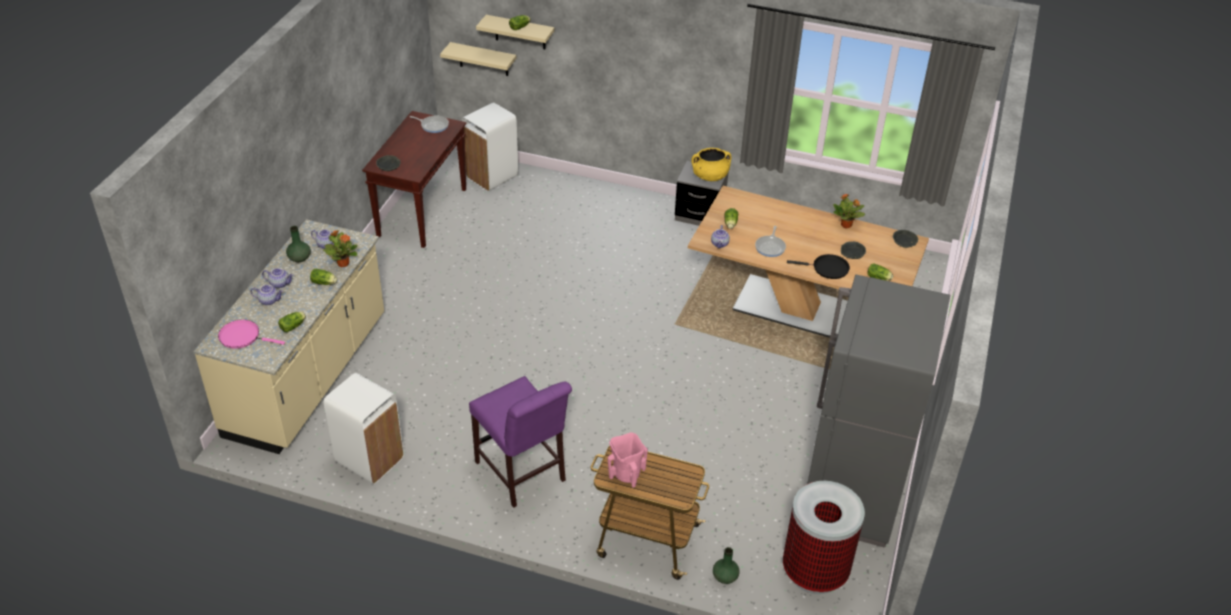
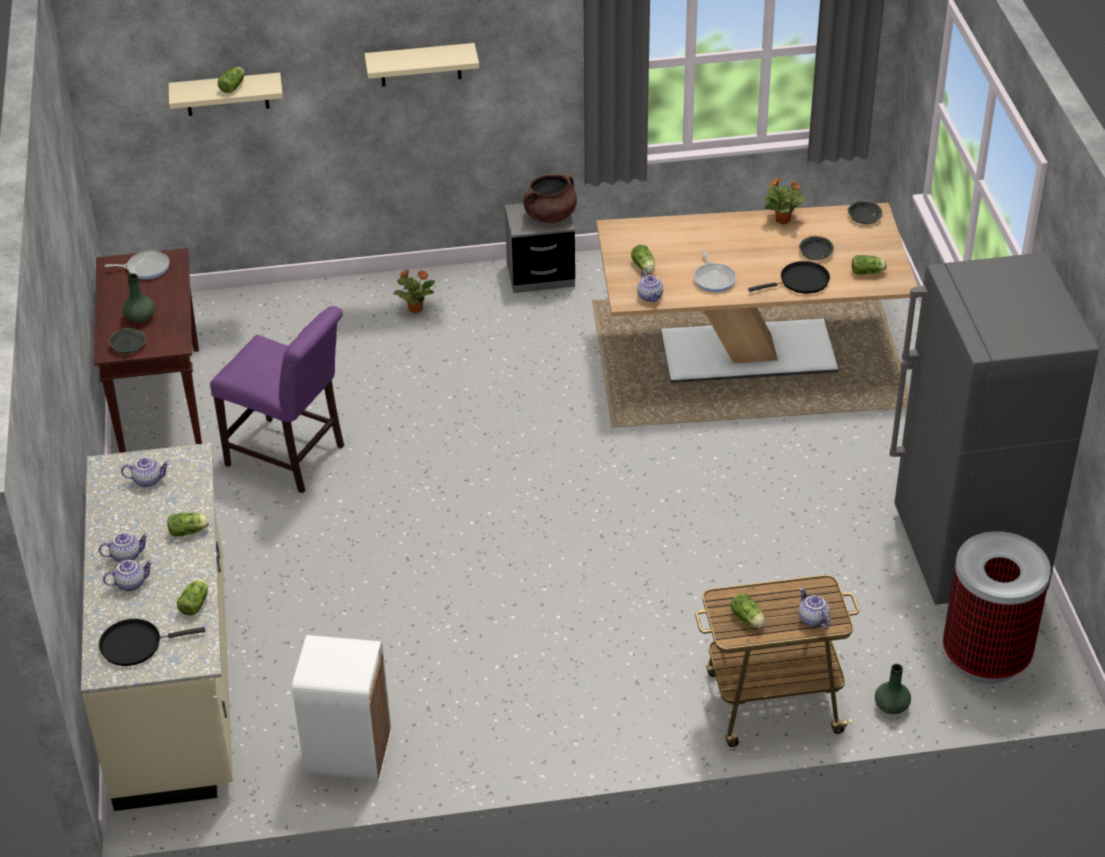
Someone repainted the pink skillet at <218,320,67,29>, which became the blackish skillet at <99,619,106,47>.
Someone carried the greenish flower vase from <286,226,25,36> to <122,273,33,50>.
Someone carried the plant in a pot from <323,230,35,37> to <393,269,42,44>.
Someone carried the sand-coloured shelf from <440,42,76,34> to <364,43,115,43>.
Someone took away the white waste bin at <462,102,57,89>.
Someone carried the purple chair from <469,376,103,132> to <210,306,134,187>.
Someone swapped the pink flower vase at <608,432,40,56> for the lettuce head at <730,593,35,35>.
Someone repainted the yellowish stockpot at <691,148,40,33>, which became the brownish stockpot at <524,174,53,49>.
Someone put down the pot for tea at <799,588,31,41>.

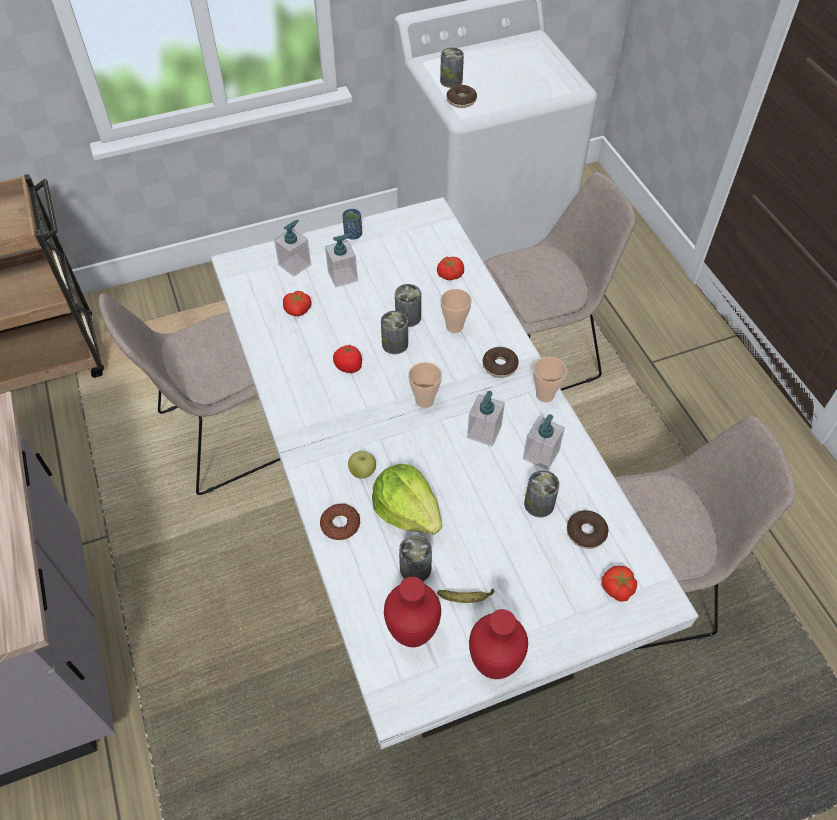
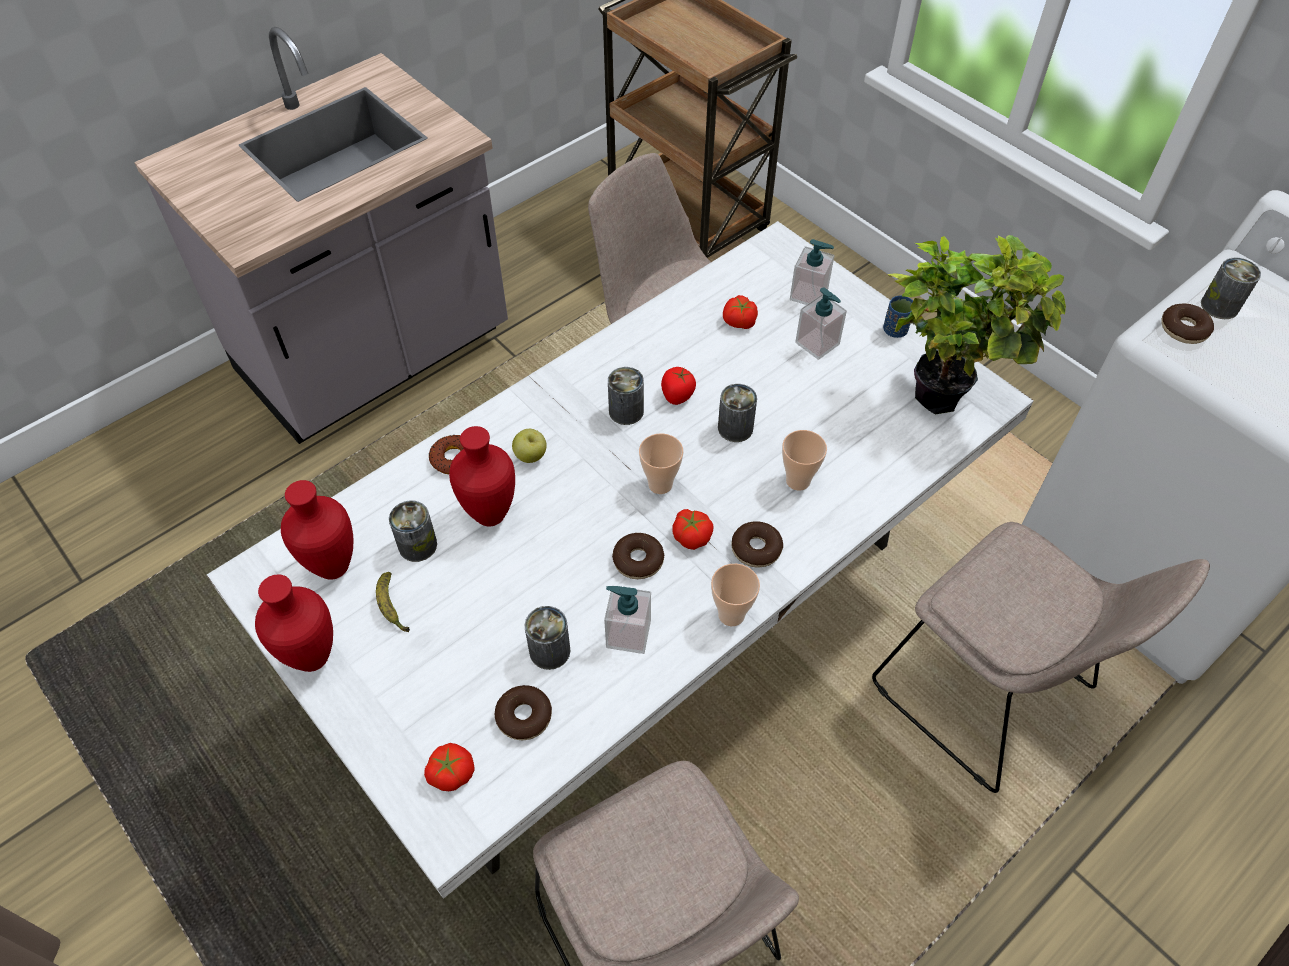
Someone swapped the lettuce head at <372,464,71,71> for the reddish flower vase at <449,426,66,100>.
Someone carried the sealed can from <395,284,26,43> to <608,367,36,58>.
Someone carried the whole tomato from <437,257,27,23> to <672,509,42,41>.
Someone swapped the soap dispenser at <467,391,38,55> for the doughnut at <612,533,52,46>.
Someone put down the plant in a pot at <887,235,179,180>.

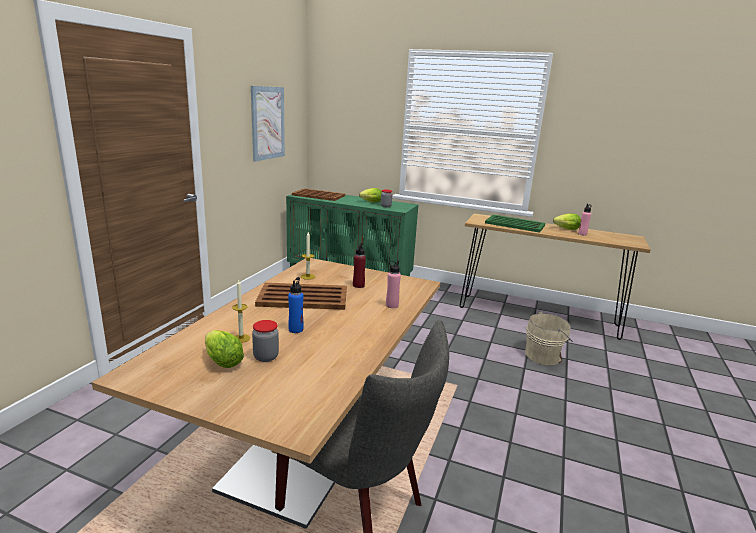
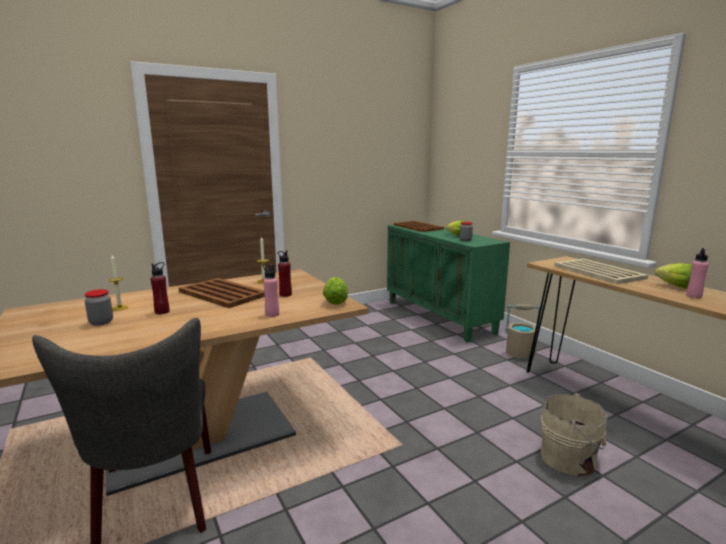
Someone carried the lettuce head from <205,330,39,38> to <323,277,25,28>.
Someone took away the wall picture at <251,86,34,75>.
Someone repainted the blue-coloured beverage bottle at <288,277,16,56>, which became the reddish beverage bottle at <151,262,18,52>.
Someone repainted the greenish serving tray at <485,215,60,18>, which became the sand-coloured serving tray at <554,259,94,25>.
Someone put down the sand-coloured water bucket at <505,304,35,55>.

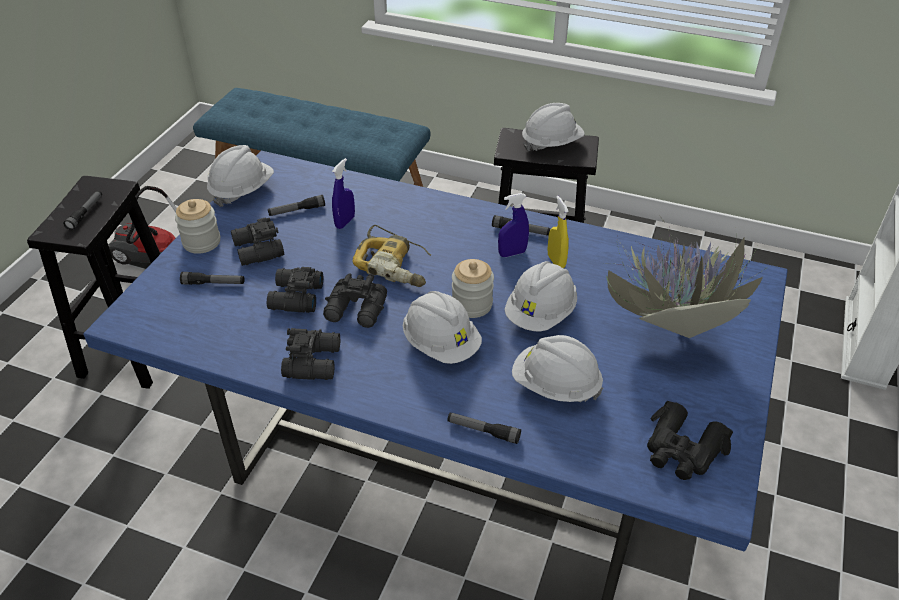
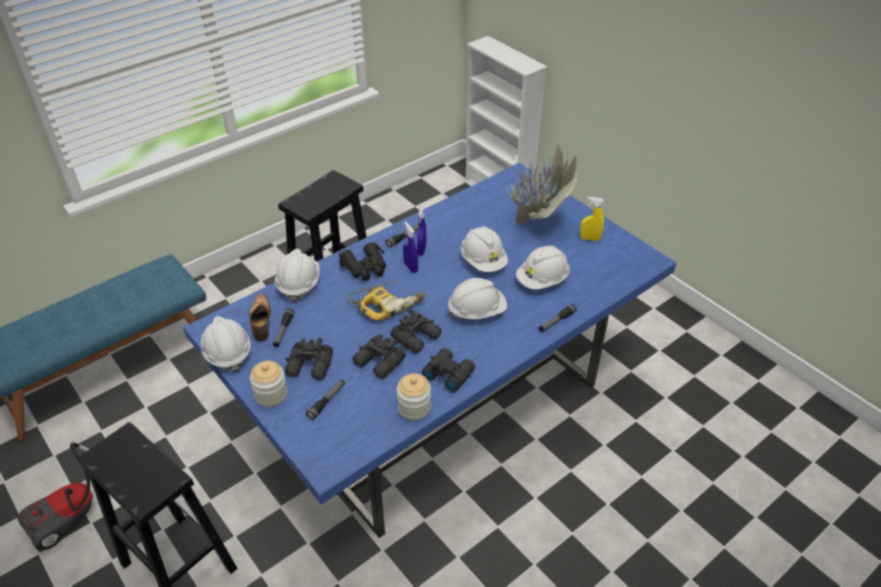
Someone took away the hand torch at <63,191,39,39>.
Someone carried the blue-coloured spray bottle from <332,158,23,71> to <403,222,15,51>.
Someone carried the storage jar from <452,259,42,59> to <397,373,34,48>.
Someone carried the white work helmet from <522,103,63,48> to <275,249,45,53>.
Someone carried the yellowish spray bottle from <548,196,21,72> to <580,197,24,44>.
Someone carried the blackish field glasses from <647,401,86,79> to <338,242,48,39>.
Someone put down the low shoe at <249,293,22,48>.

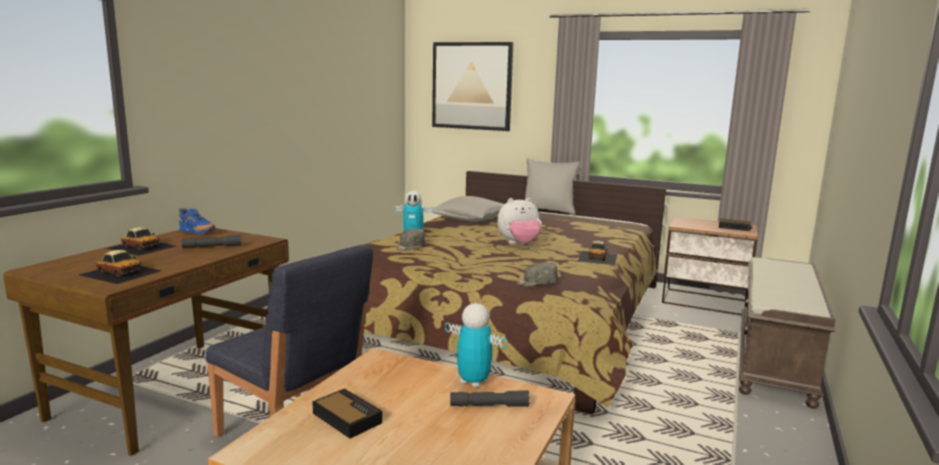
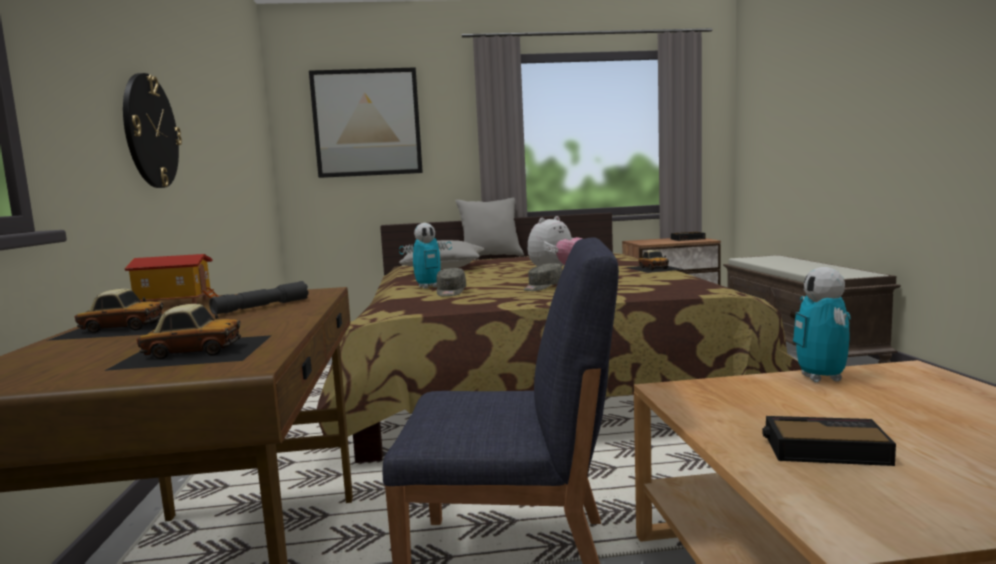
Someone swapped the blue-coloured low shoe at <179,208,36,26> for the model house at <124,254,94,50>.
Someone rotated the robot figure at <445,303,62,85> by 90 degrees counterclockwise.
Someone took away the greyish hand torch at <450,390,80,17>.
Someone carried the greyish peaked cap from <516,262,42,24> to <523,263,39,28>.
Someone put up the wall clock at <123,73,59,115>.

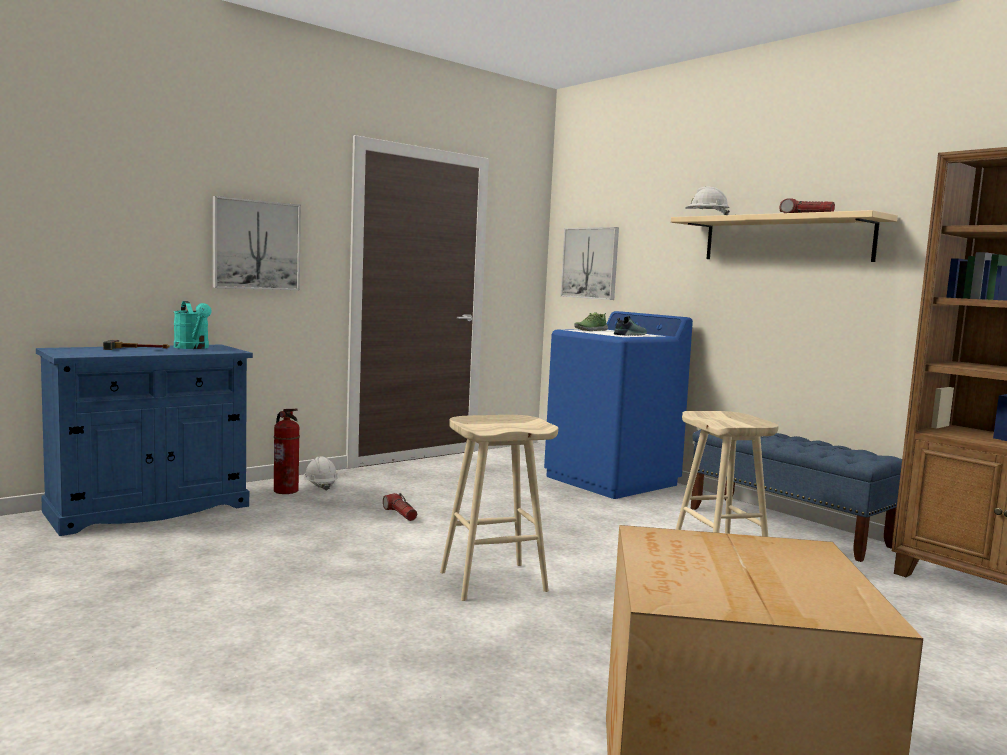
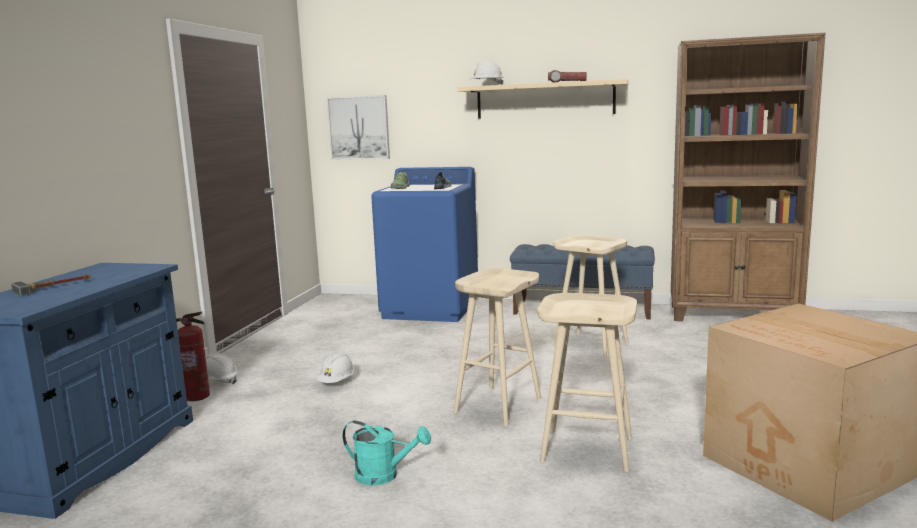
Someone carried the turquoise watering pot from <174,301,38,48> to <342,421,89,65>.
Someone took away the wall picture at <213,196,88,94>.
Someone swapped the hand torch at <383,493,34,28> for the white work helmet at <316,353,39,30>.
Someone put down the sand-coloured stool seat at <537,293,100,179>.

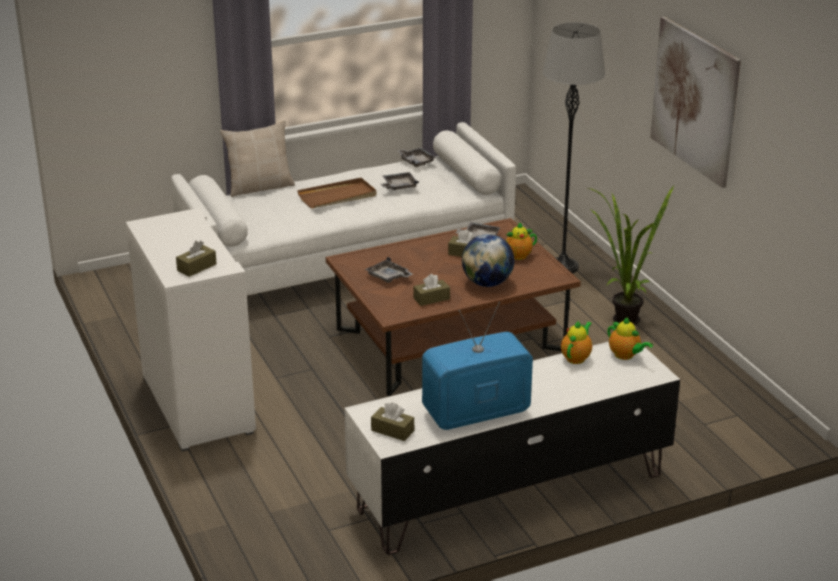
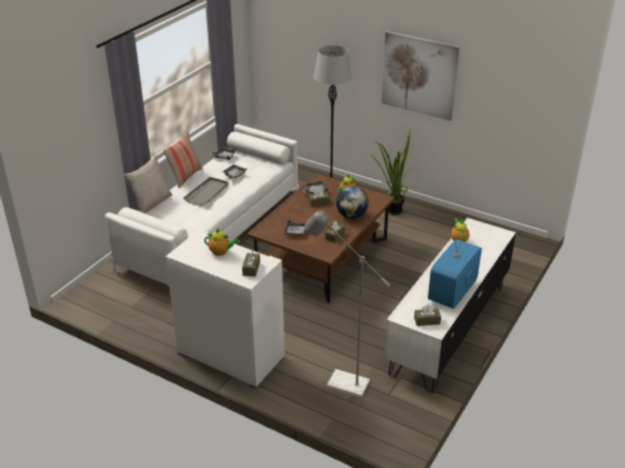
Someone repainted the brownish serving tray at <297,178,80,30>, which became the greyish serving tray at <183,177,46,29>.
Someone carried the pot for tea from <607,317,46,43> to <204,228,36,28>.
Someone put down the cushion at <163,132,40,56>.
Someone put down the greyish standing lamp at <305,211,85,187>.

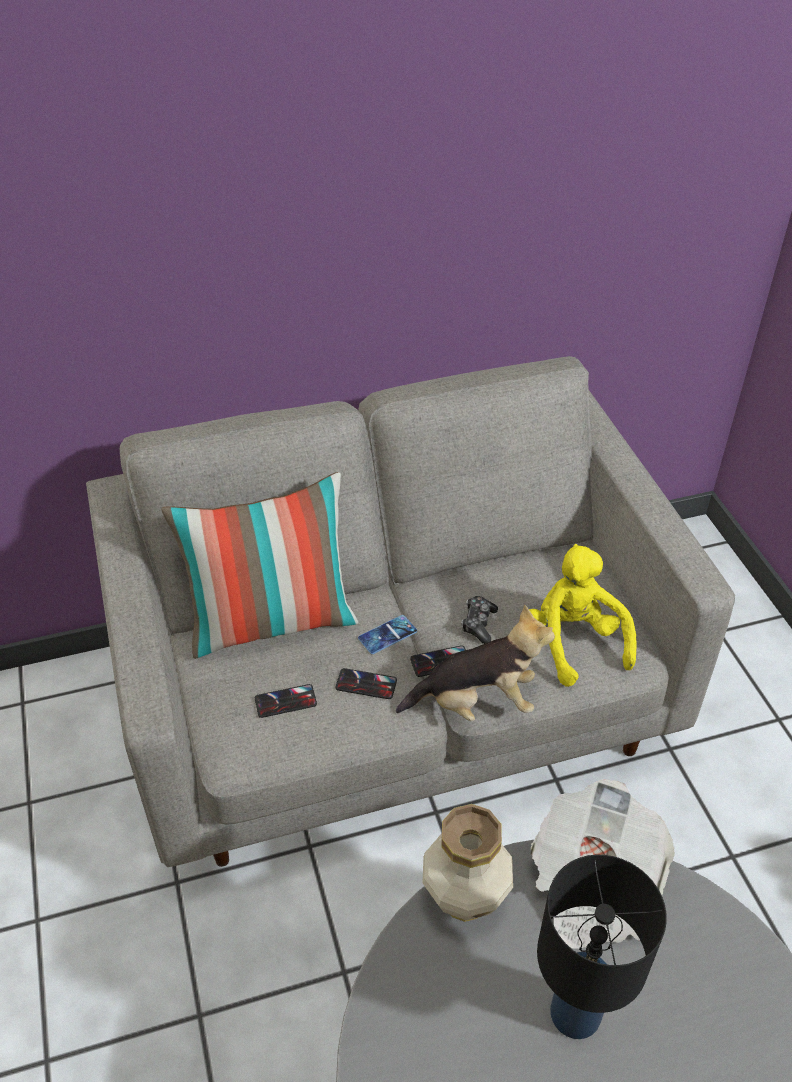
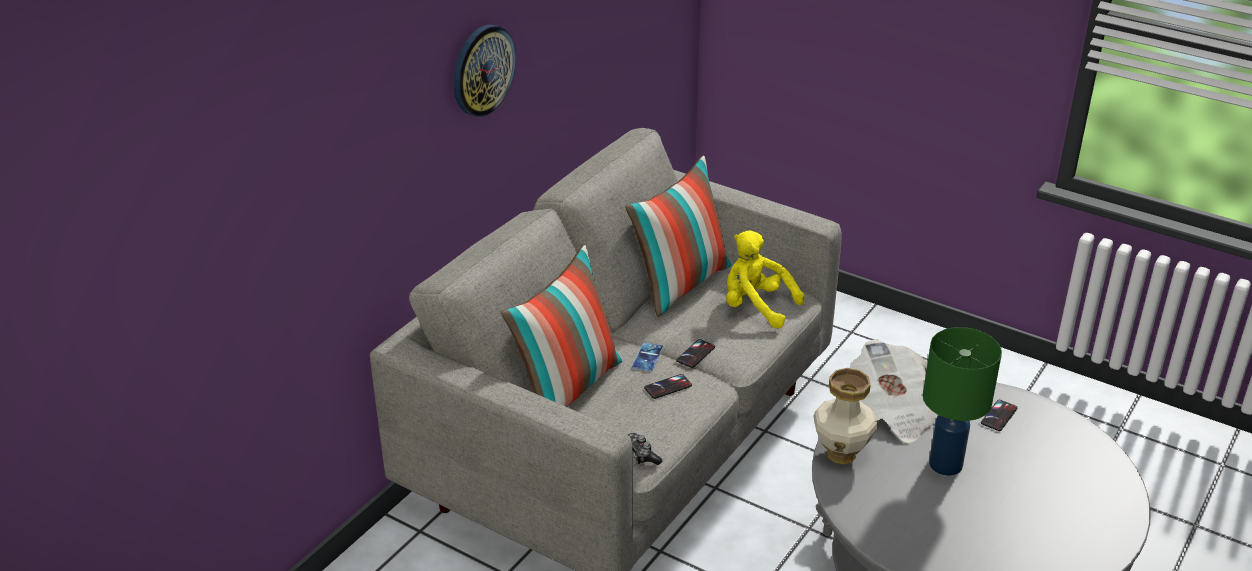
Someone carried the handset from <255,684,62,34> to <981,400,37,31>.
Someone took away the plush toy at <396,605,159,116>.
Someone carried the game controller from <461,596,37,48> to <628,433,34,32>.
Someone repainted the blackish tabletop lamp at <537,855,130,184>, which became the greenish tabletop lamp at <923,327,79,149>.
Someone put up the wall clock at <453,25,63,92>.
Someone put down the cushion at <625,156,107,161>.

